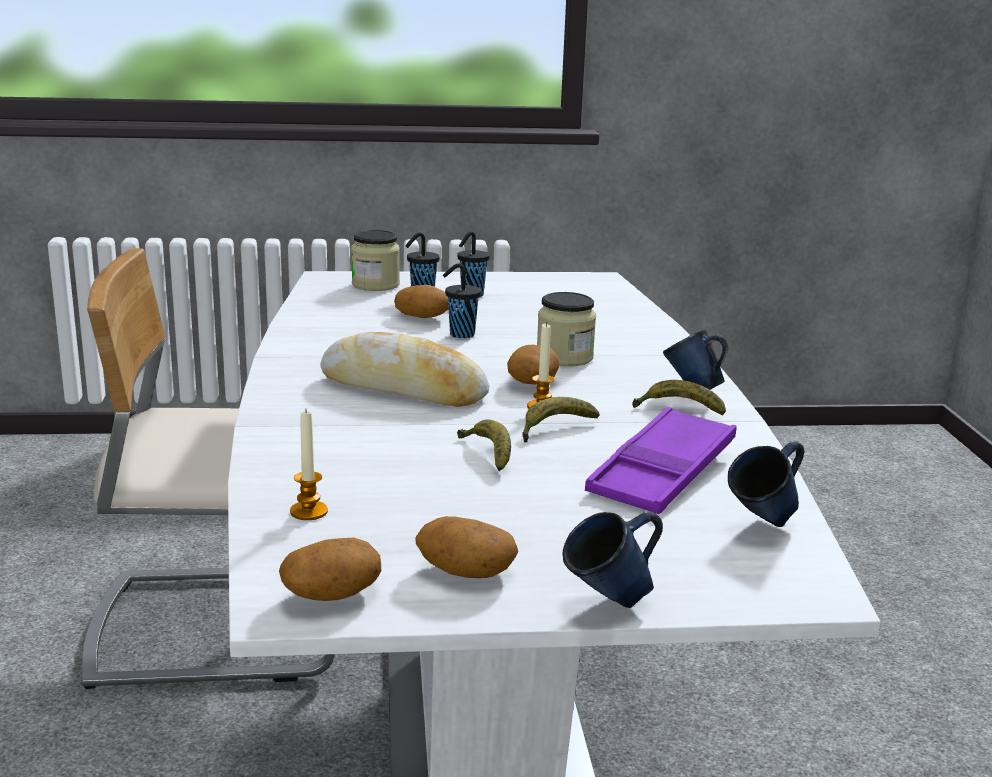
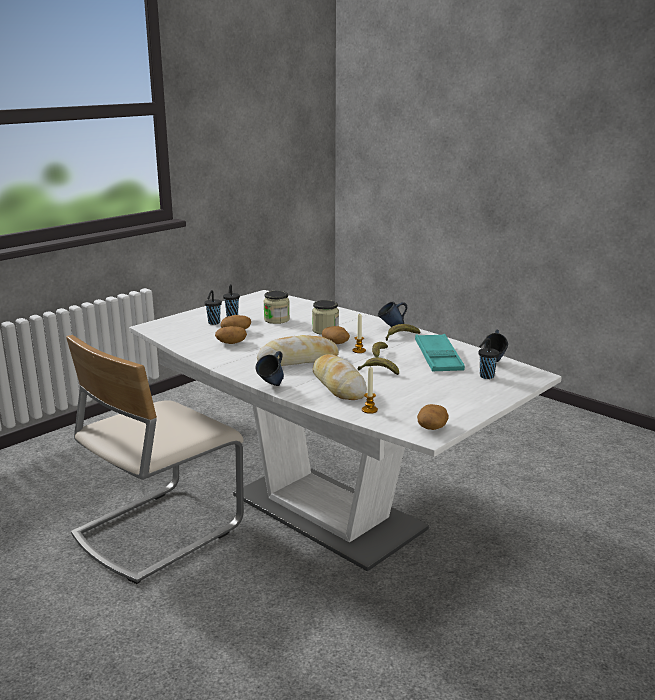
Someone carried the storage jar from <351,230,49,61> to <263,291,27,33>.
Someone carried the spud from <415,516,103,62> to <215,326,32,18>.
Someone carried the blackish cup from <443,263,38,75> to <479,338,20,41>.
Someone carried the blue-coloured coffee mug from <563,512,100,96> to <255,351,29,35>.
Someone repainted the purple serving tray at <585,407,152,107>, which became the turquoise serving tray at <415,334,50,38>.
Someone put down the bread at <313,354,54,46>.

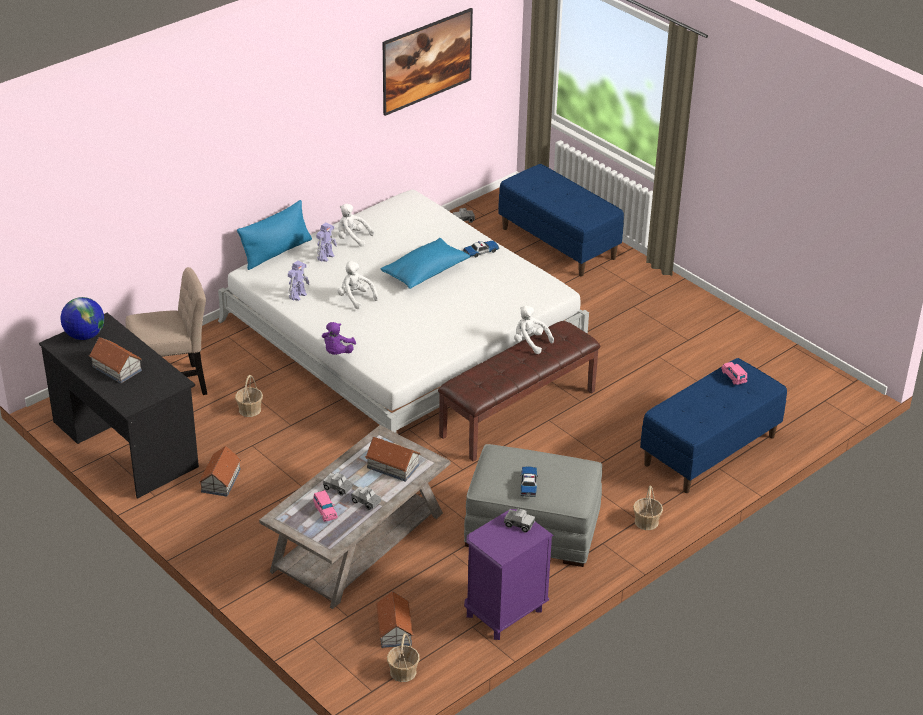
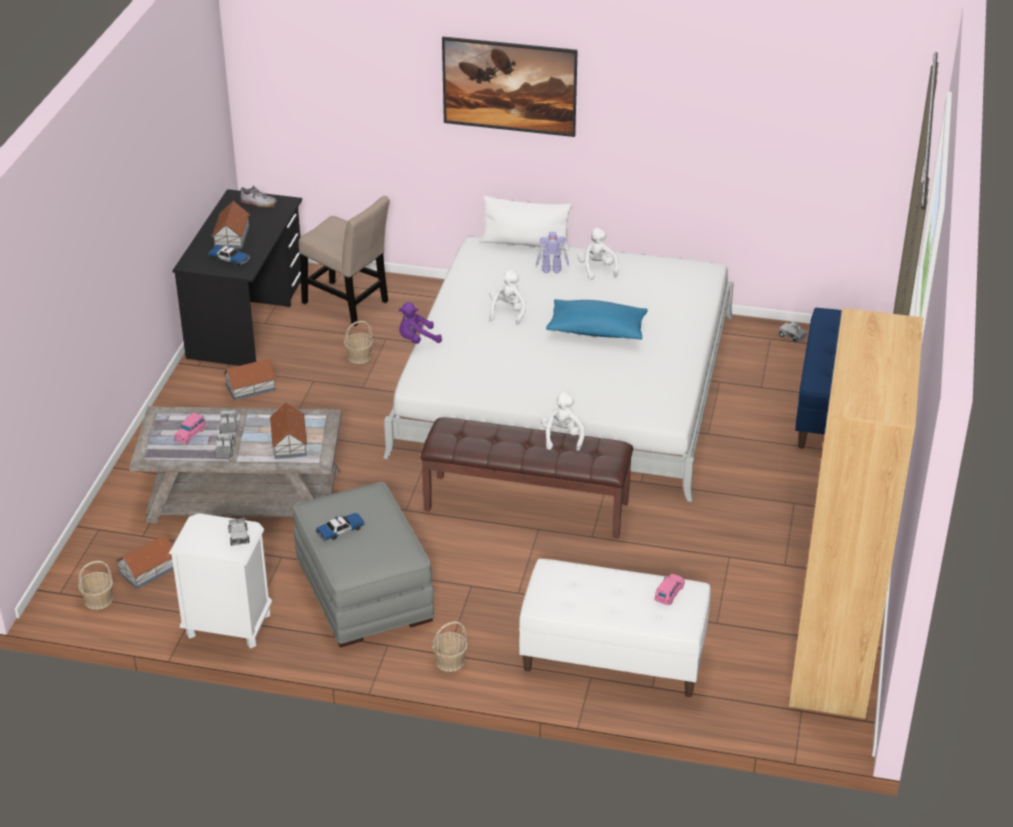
Someone swapped the world globe at <61,297,43,43> for the low shoe at <240,186,38,22>.
Someone repainted the blue-coloured cushion at <237,200,75,70>, which became the white cushion at <481,196,91,55>.
Someone took away the robot figure at <288,261,21,40>.
Someone carried the wall picture from <383,8,90,108> to <442,36,136,101>.
Someone carried the toy car from <463,241,37,16> to <208,245,42,21>.
Someone repainted the purple night table at <464,509,89,131>, which became the white night table at <169,513,103,136>.
Someone repainted the blue-coloured bench at <640,358,147,135>, which became the white bench at <519,559,192,138>.
Someone put down the brownish shelving unit at <789,308,134,411>.

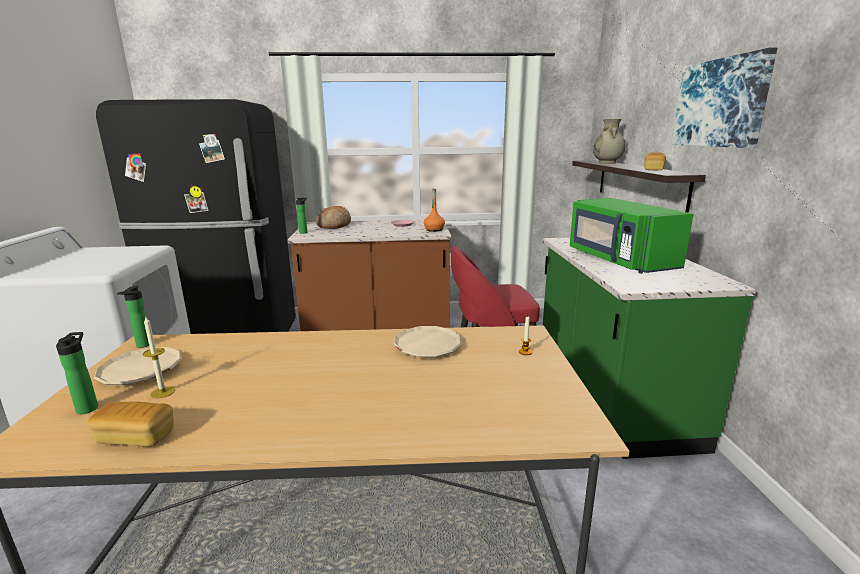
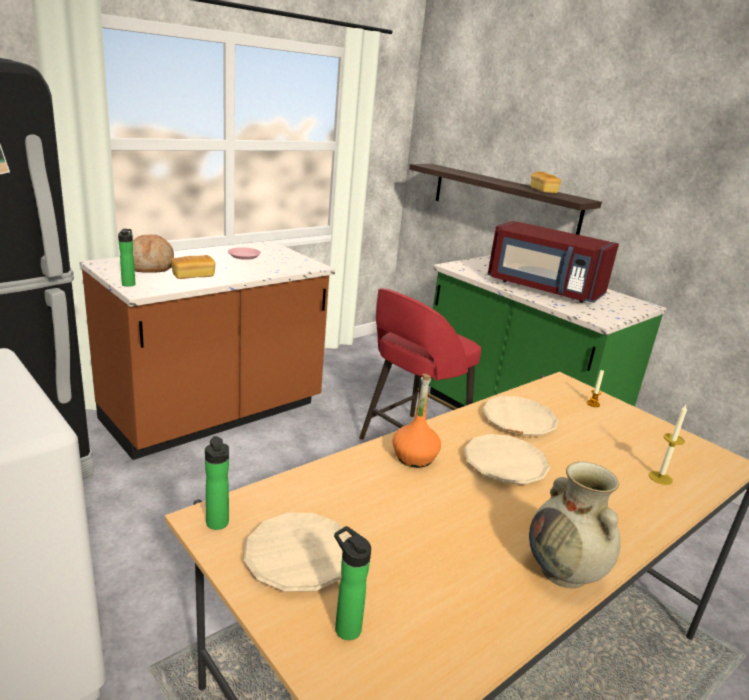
Someone carried the bread from <88,401,86,46> to <171,255,44,24>.
Someone carried the wax candle from <143,317,32,82> to <649,405,38,80>.
Someone carried the orange beverage bottle from <424,189,21,43> to <392,374,49,94>.
Someone repainted the greenish microwave at <570,198,124,76>, which became the reddish microwave at <487,221,132,82>.
Someone carried the sand-coloured flower vase from <593,119,33,45> to <529,462,92,126>.
Someone took away the wall picture at <672,48,105,100>.
Someone put down the sand-coloured dinner plate at <464,434,86,51>.

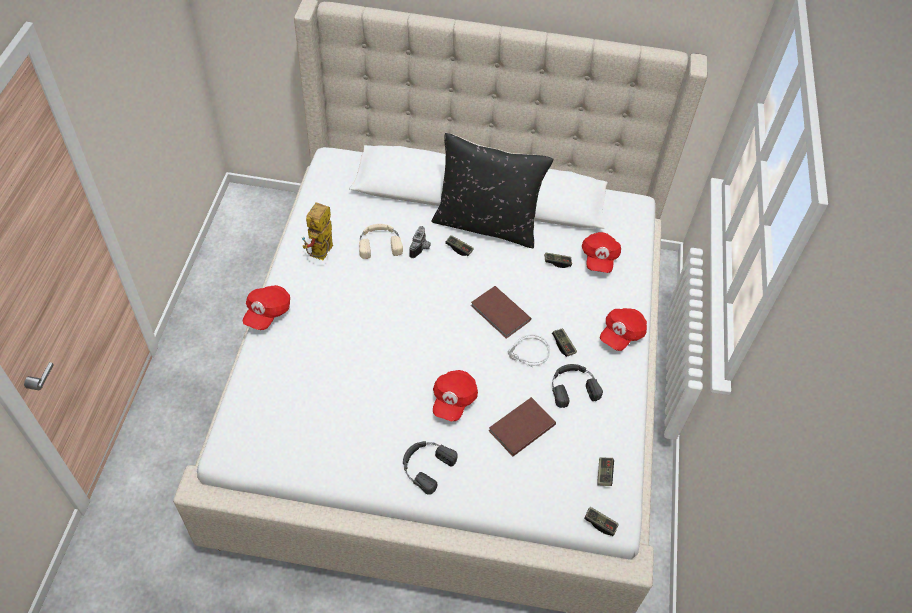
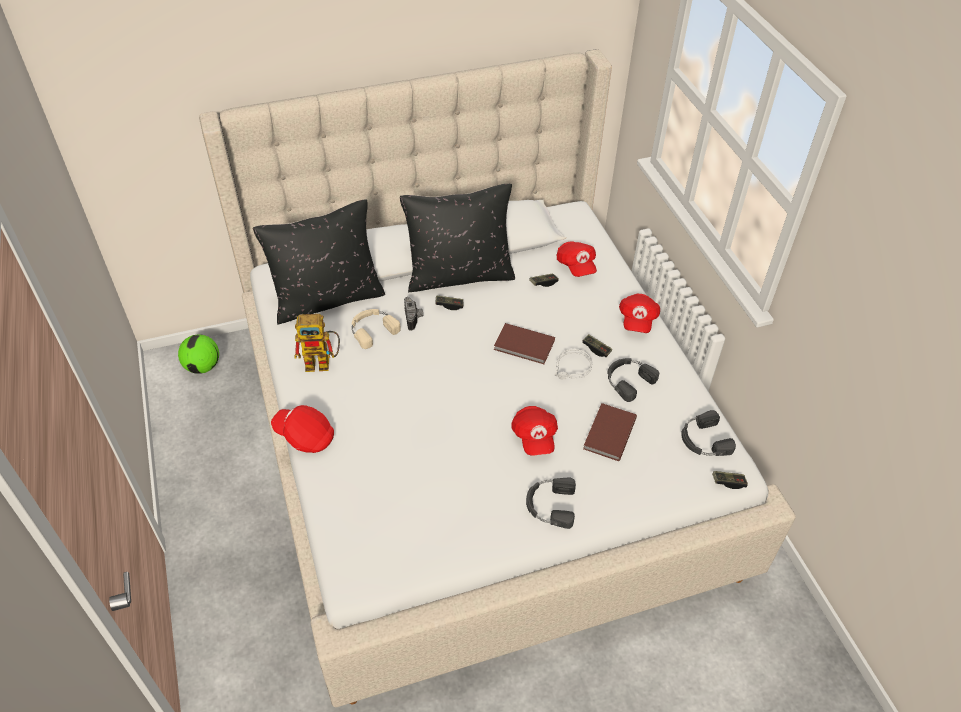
Someone rotated the reddish peaked cap at <243,285,47,45> by 120 degrees clockwise.
Someone rotated the robot figure at <302,202,31,58> by 90 degrees counterclockwise.
Someone swapped the game controller at <597,457,17,29> for the blackish headphones at <681,410,55,46>.
Someone put down the football ball at <178,334,41,40>.
Someone put down the blackish cushion at <253,199,132,125>.

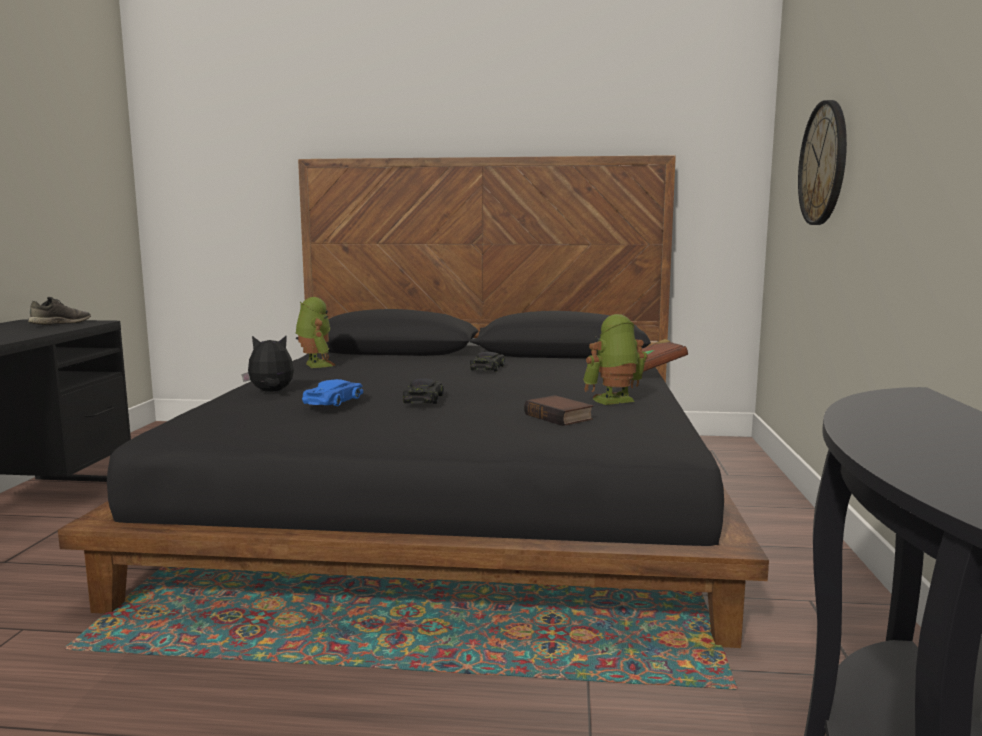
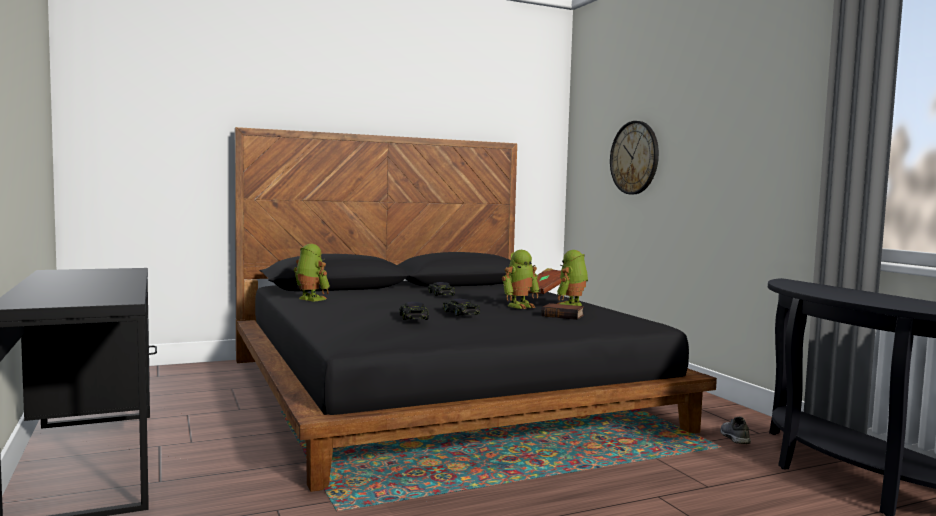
Someone carried the greyish low shoe from <28,297,63,28> to <720,417,31,27>.
Someone took away the plush toy at <242,336,52,56>.
Someone repainted the blue-coloured toy car at <302,379,61,27>, which became the blackish toy car at <400,302,29,18>.
Someone put down the robot figure at <502,250,37,59>.

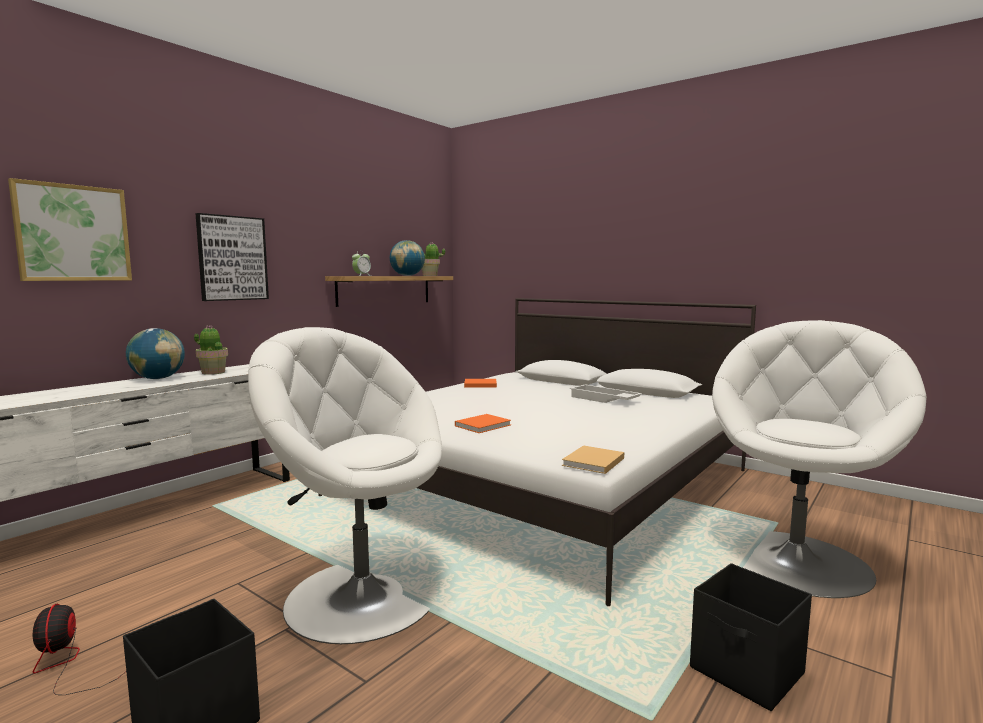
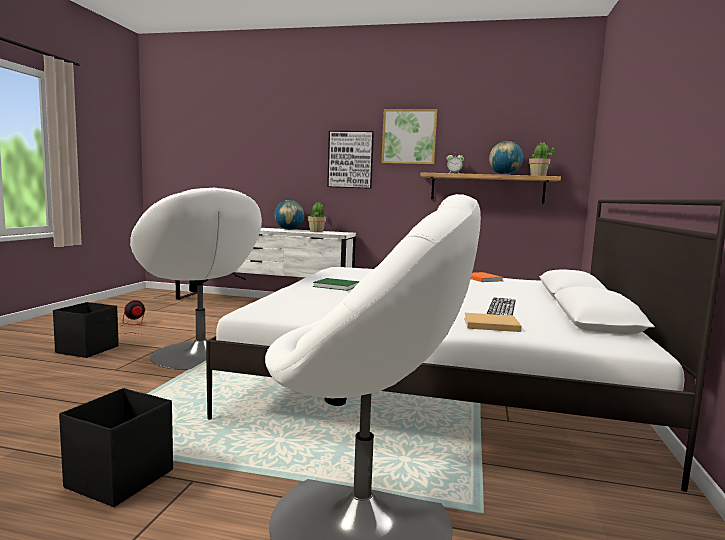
Someone carried the wall picture from <8,178,124,103> to <382,109,55,55>.
Someone rotated the white armchair at <248,327,194,317> by 135 degrees clockwise.
Someone repainted the orange book at <455,414,56,19>, which became the greenish book at <313,278,47,13>.
Someone carried the sand-coloured book from <562,445,62,29> to <464,313,58,19>.
Someone swapped the white serving tray at <570,385,72,18> for the PC keyboard at <487,297,29,19>.

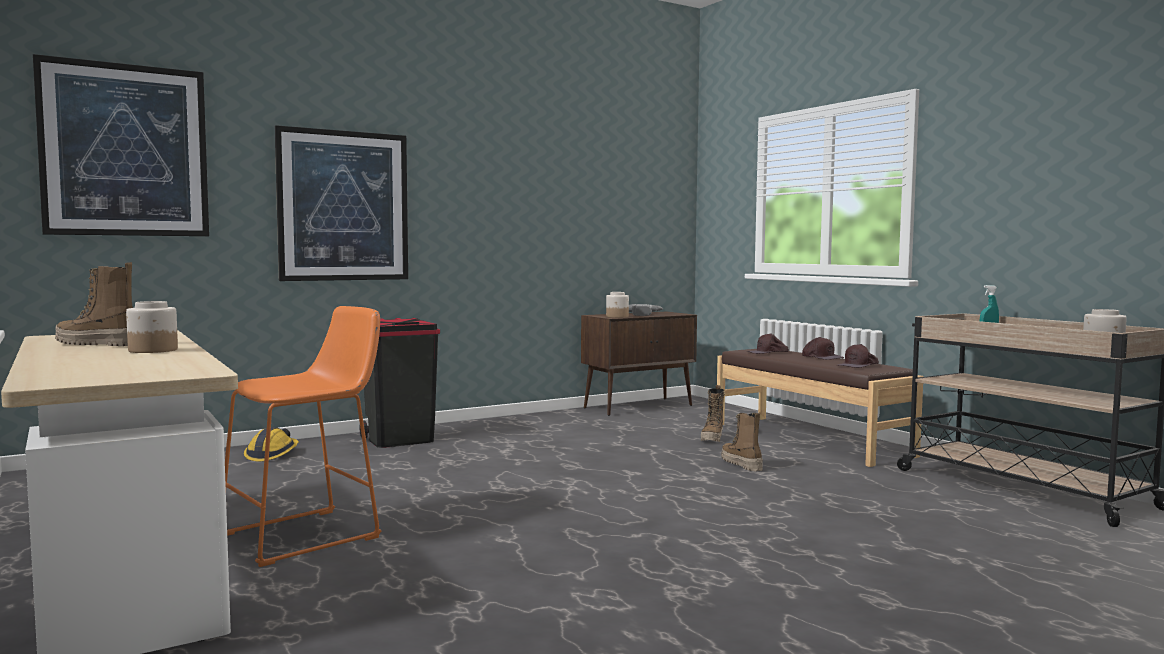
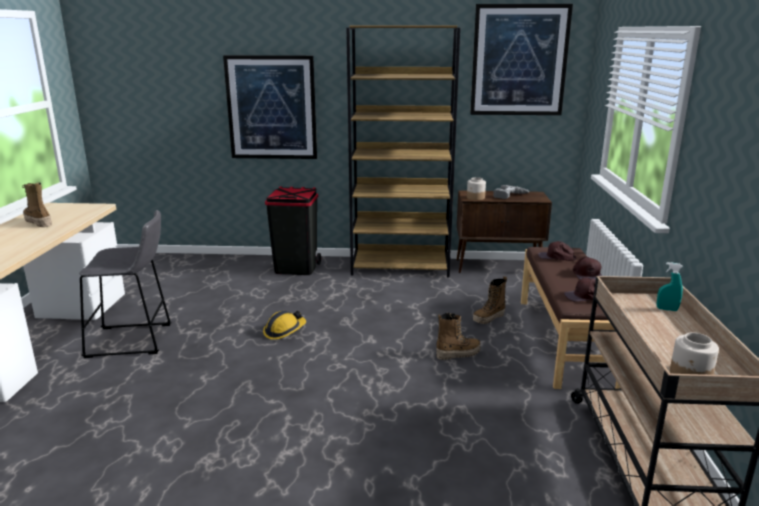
Someone carried the wall picture from <33,54,176,182> to <470,4,103,111>.
Someone took away the storage jar at <126,301,52,52>.
Someone repainted the orange stool seat at <225,306,156,261>, which became the greyish stool seat at <79,210,92,148>.
Someone carried the work helmet from <244,427,55,34> to <263,311,43,29>.
Someone rotated the high-top boot at <721,413,42,59> by 60 degrees clockwise.
Someone put down the brownish shelving unit at <346,26,114,252>.

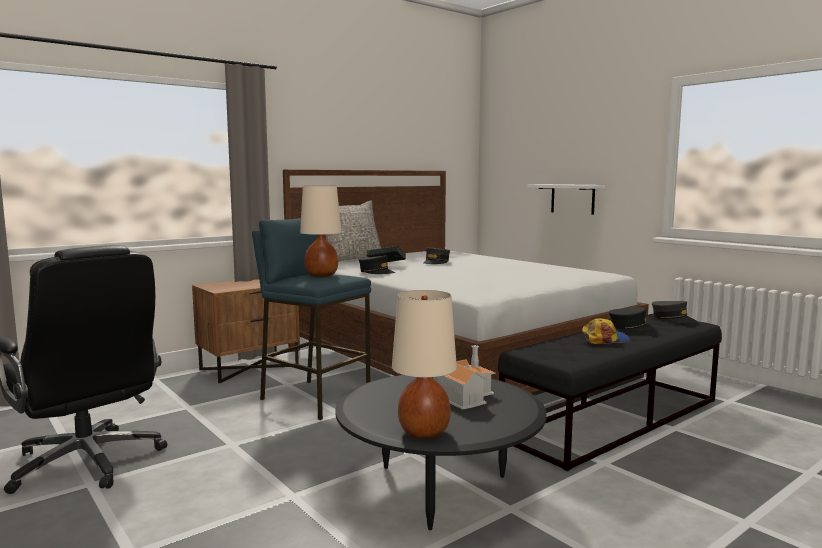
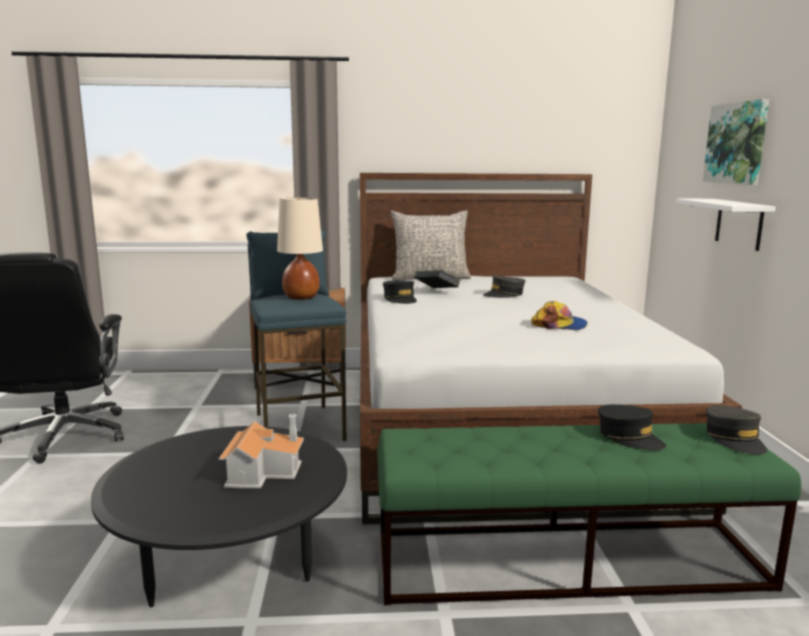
Someone took away the sand-coloured tabletop lamp at <392,290,65,149>.
Someone repainted the blackish bench at <498,314,224,157>, which became the greenish bench at <377,423,424,182>.
Someone carried the peaked cap from <582,318,48,27> to <531,301,56,29>.
Someone put up the wall picture at <703,99,66,86>.

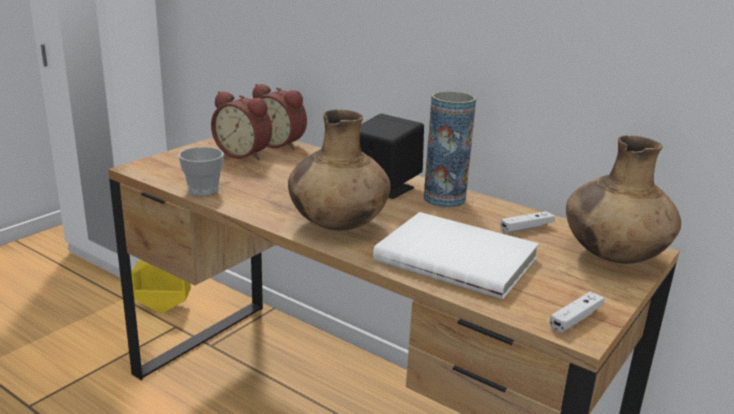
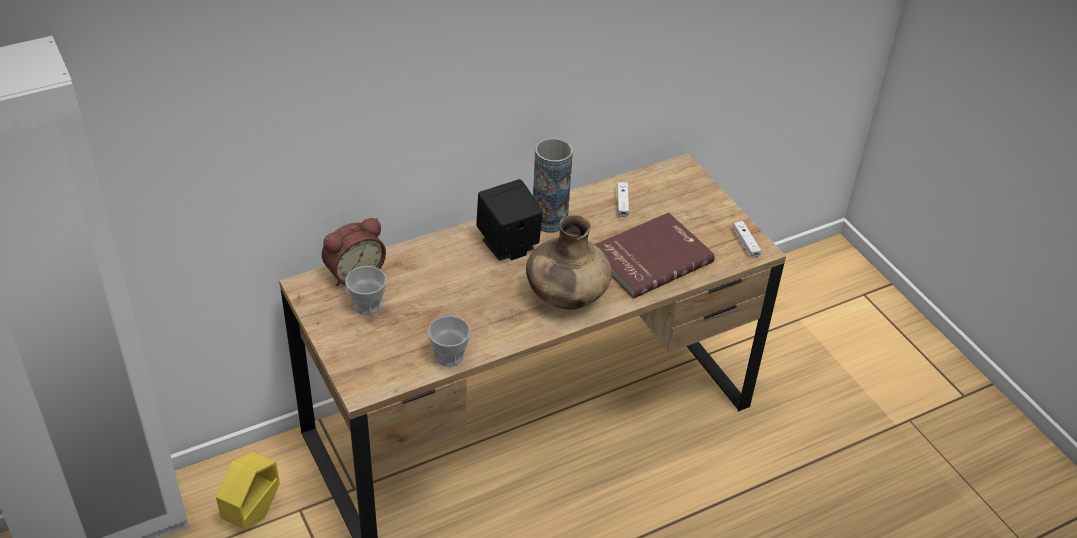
Someone swapped the bedside clock at <211,91,61,69> for the cup at <345,266,42,49>.
Someone repainted the white book at <373,212,166,88>, which became the reddish book at <595,212,120,87>.
Someone took away the brownish flower vase at <566,135,115,129>.

